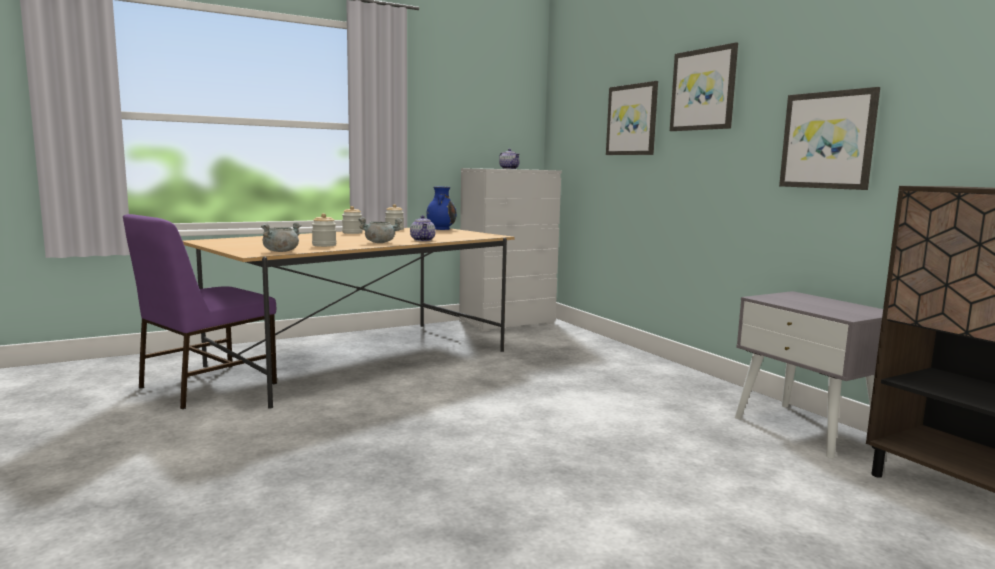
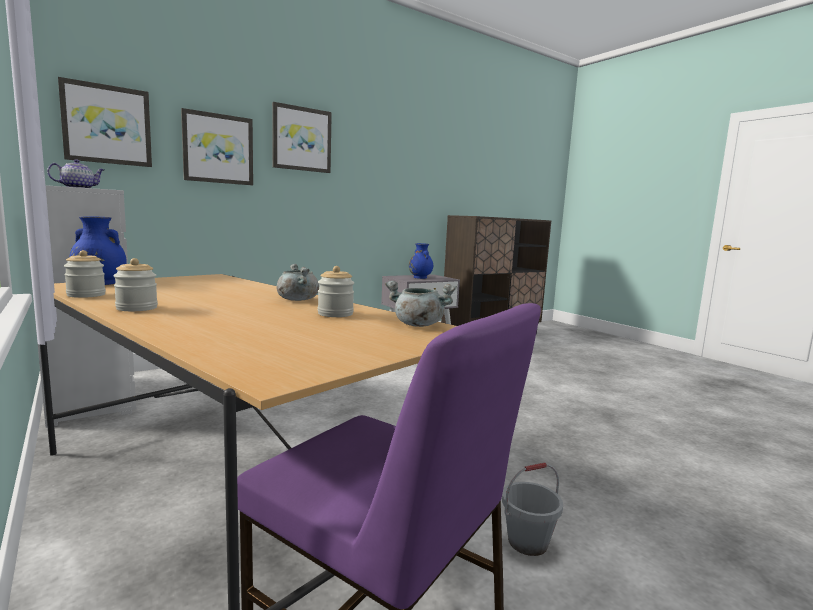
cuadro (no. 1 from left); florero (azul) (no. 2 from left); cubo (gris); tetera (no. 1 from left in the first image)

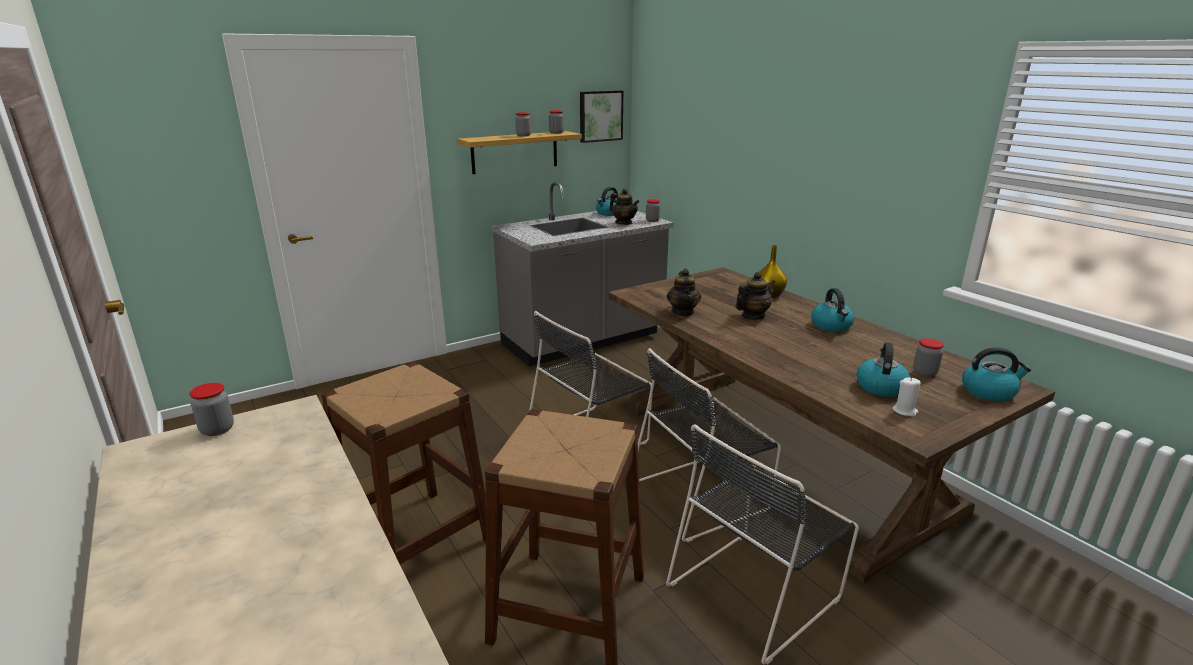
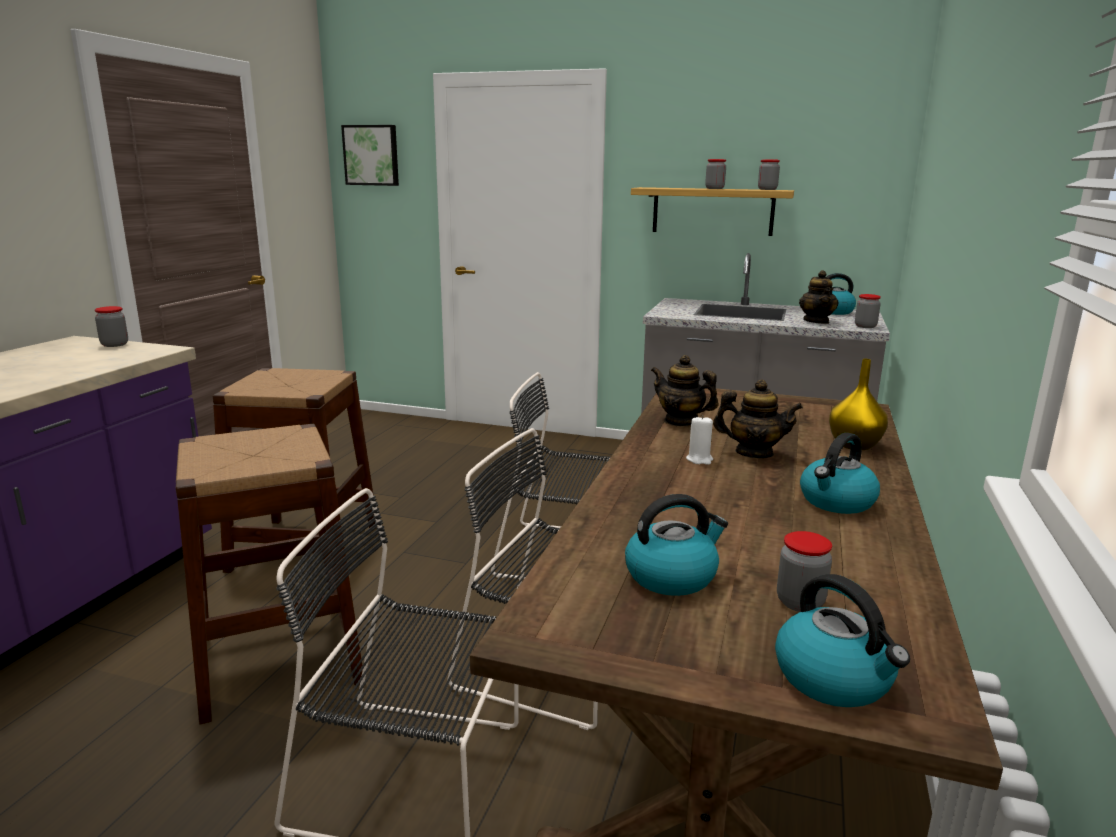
cuadro; tetera (no. 1 from left); vela (blanco)

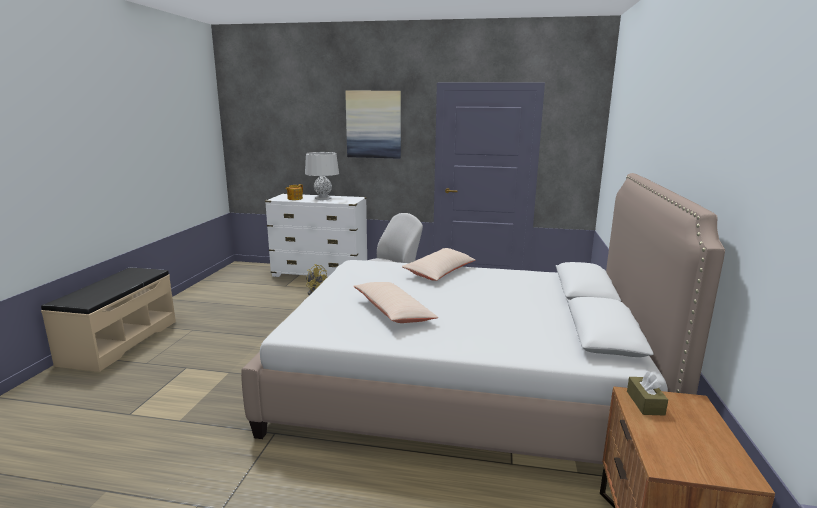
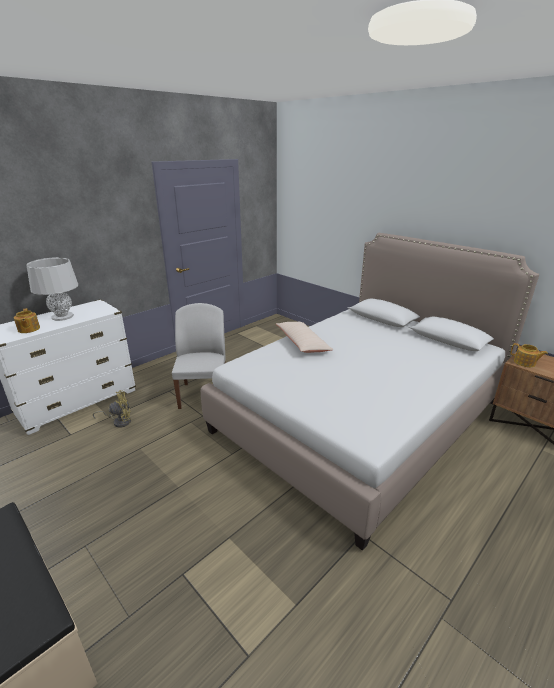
tetera (no. 2 from left); cuadro; cojín (beis) (no. 1 from left in the first image)

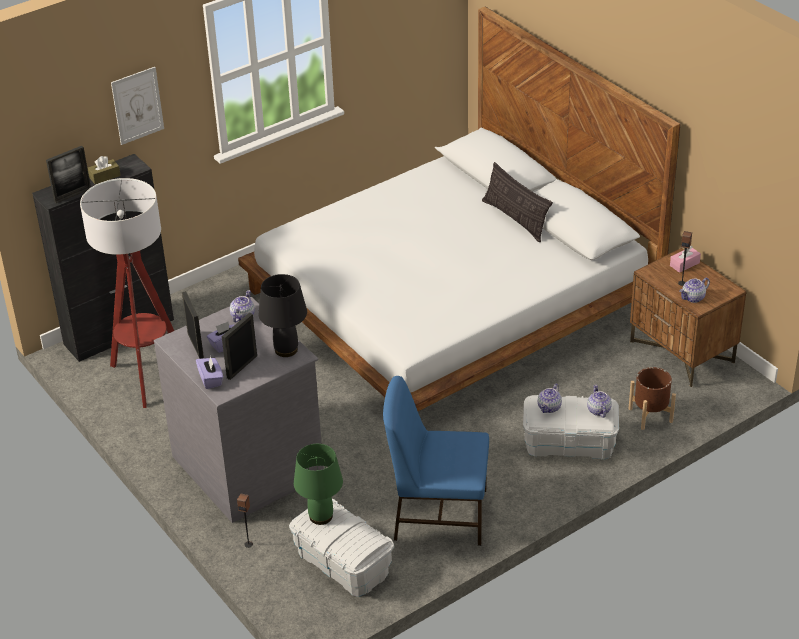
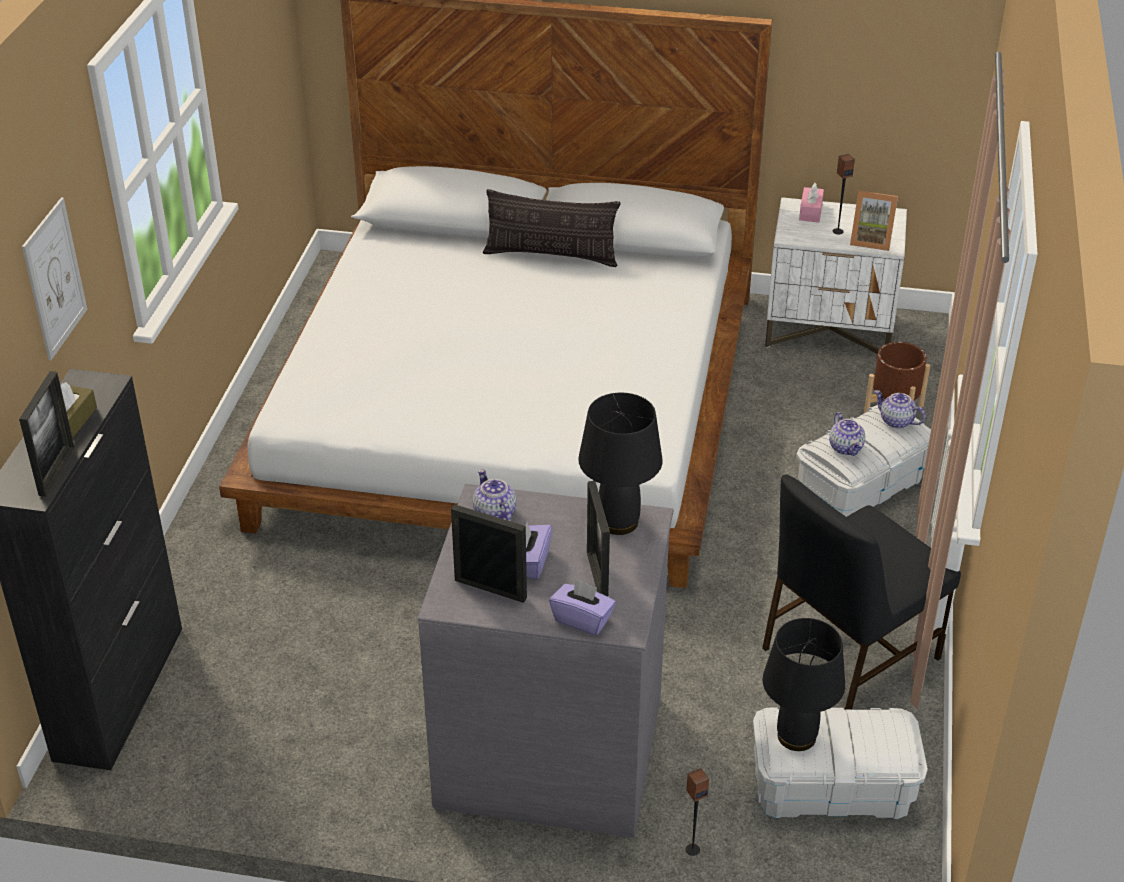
silla (negro); lámpara de mesa (negro) (no. 2 from left); mesita de noche (blanco); portarretratos (no. 4 from left); lámpara de pie

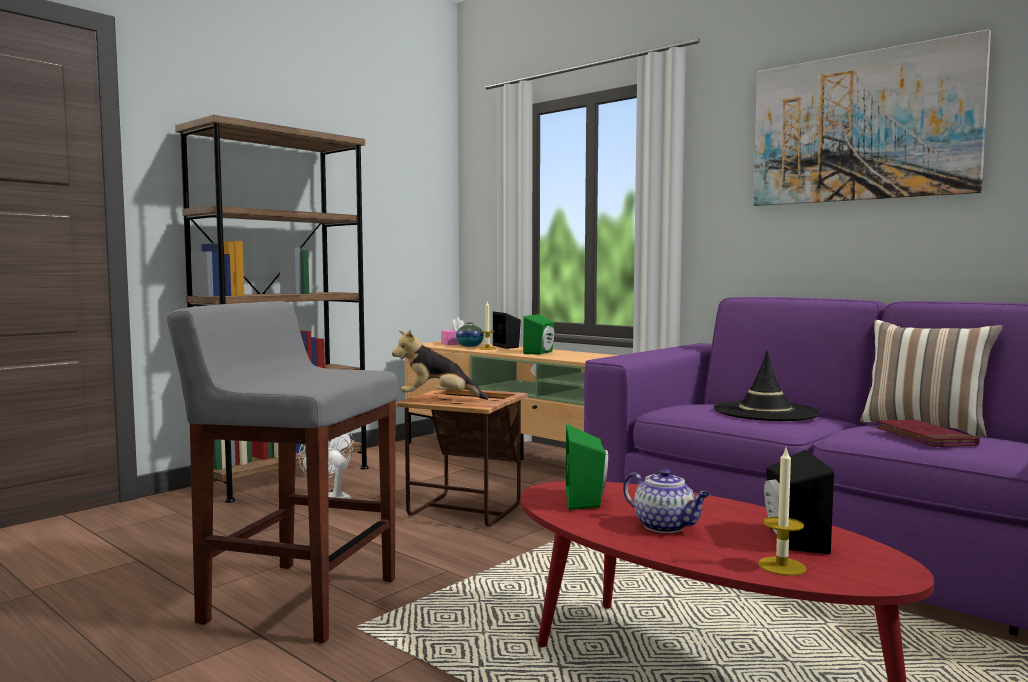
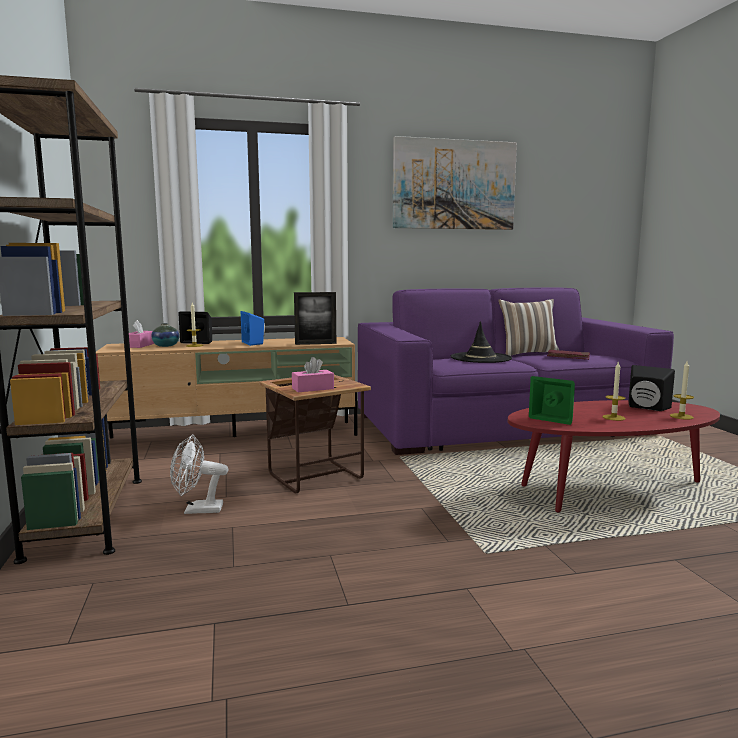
altavoz (azul); caja de pañuelos (rosa) (no. 2 from left); portarretratos; vela (no. 2 from left); taburete (gris)

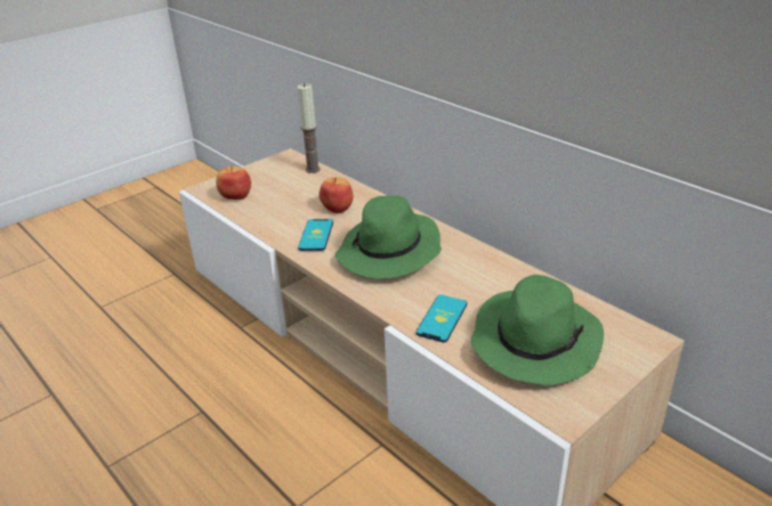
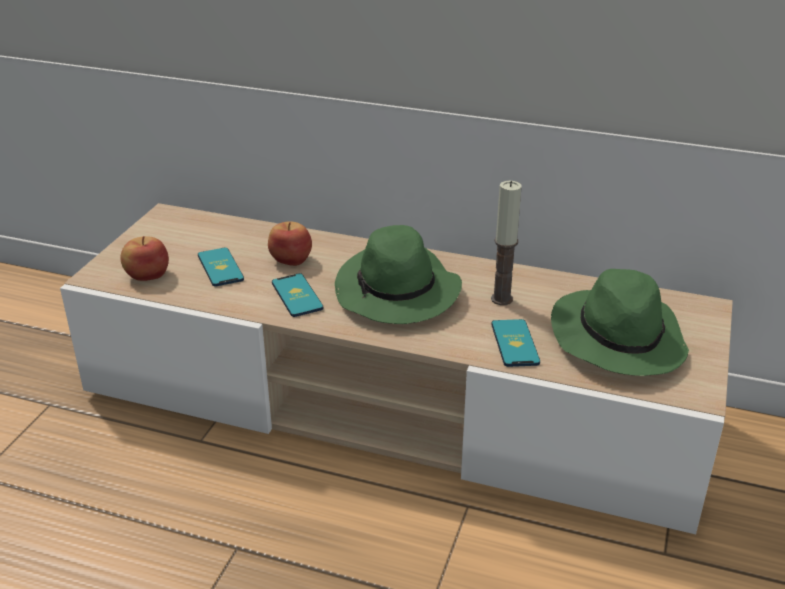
móvil (no. 1 from left); vela

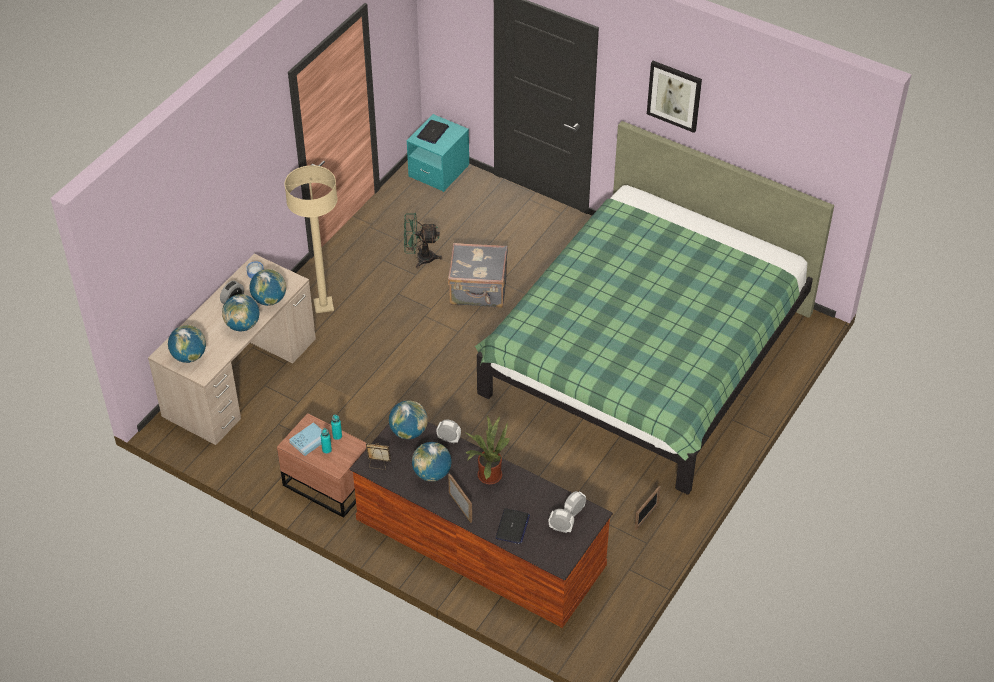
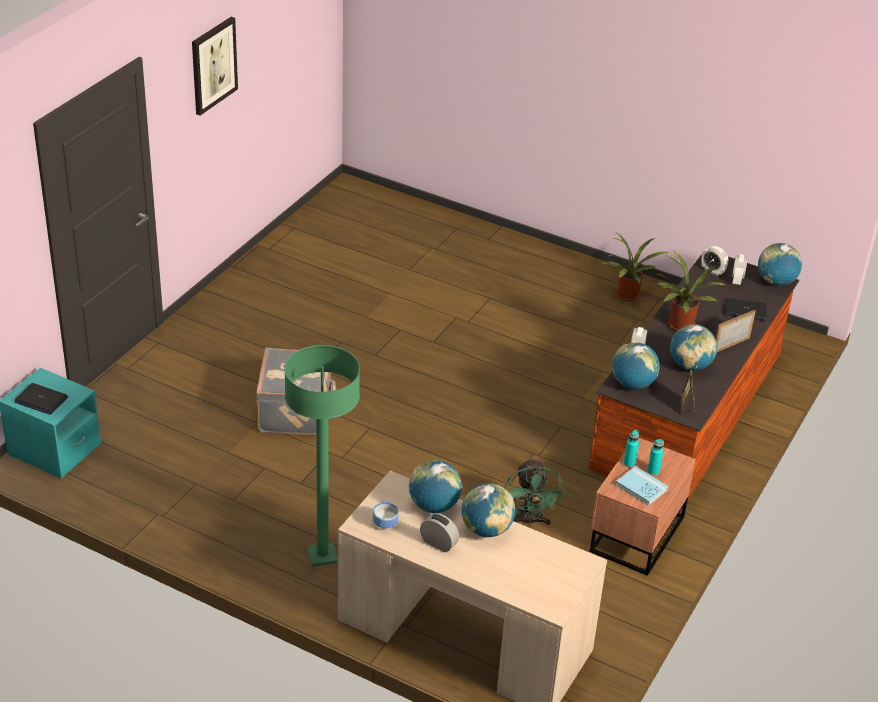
lámpara de pie (verde); ventilador (verde); planta en maceta (no. 1 from left); globo terráqueo (no. 5 from left); cama (verde)

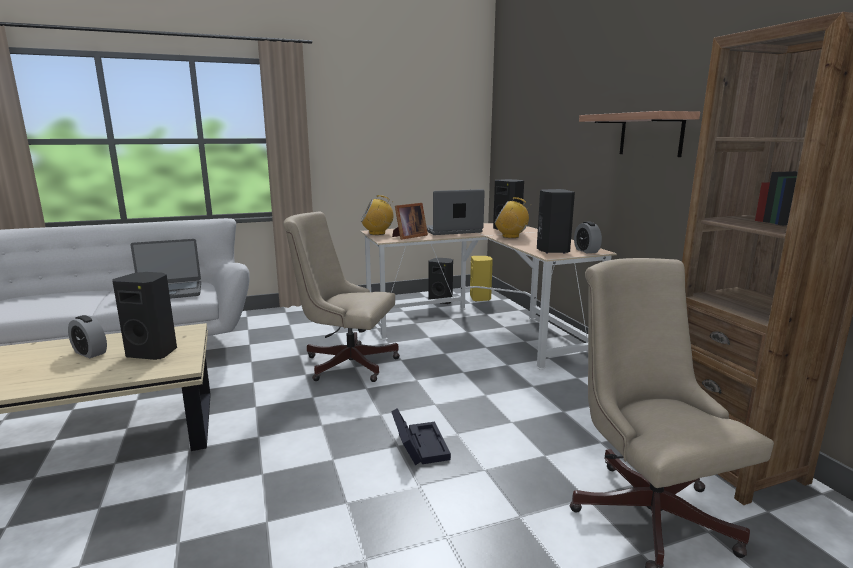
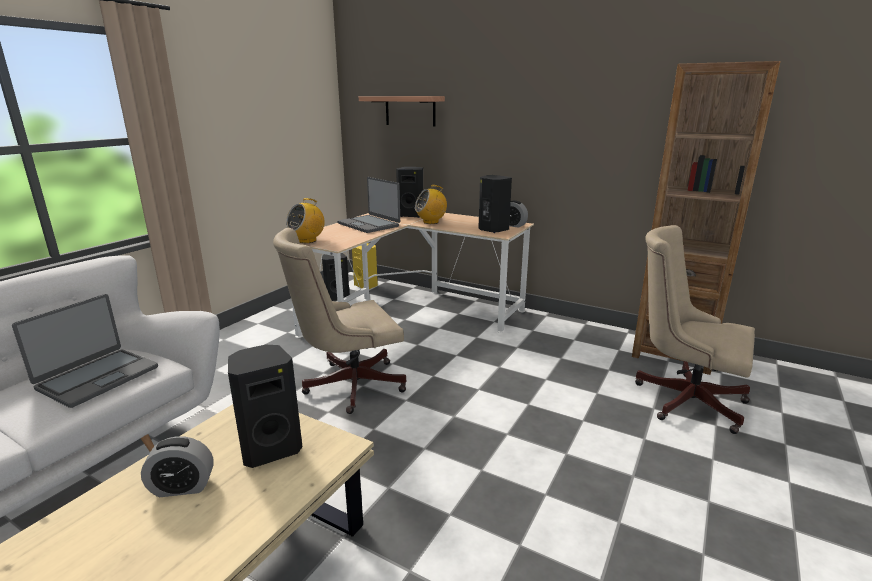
portátil (no. 2 from left); estante; caja de almacenaje (negro); portarretratos

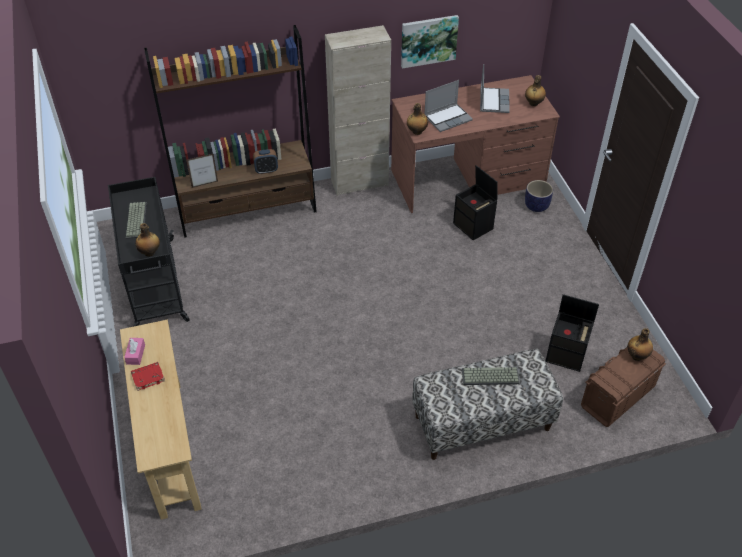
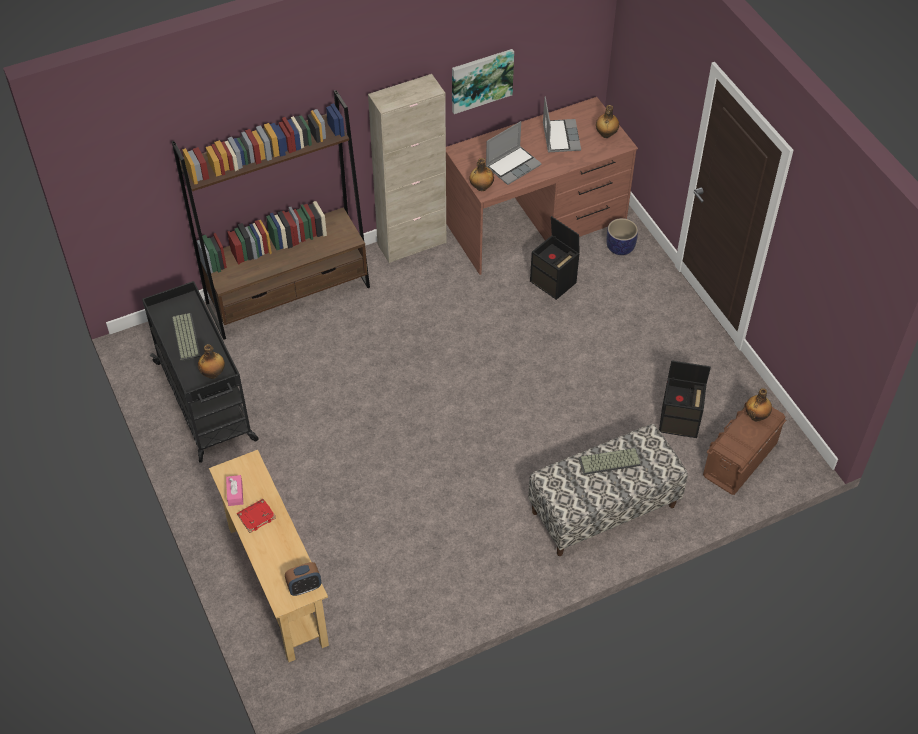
despertador; portarretratos

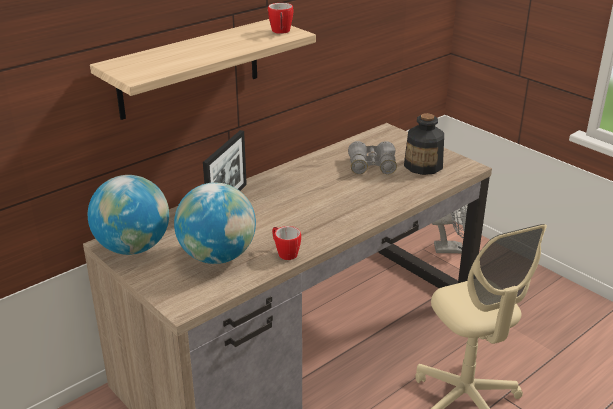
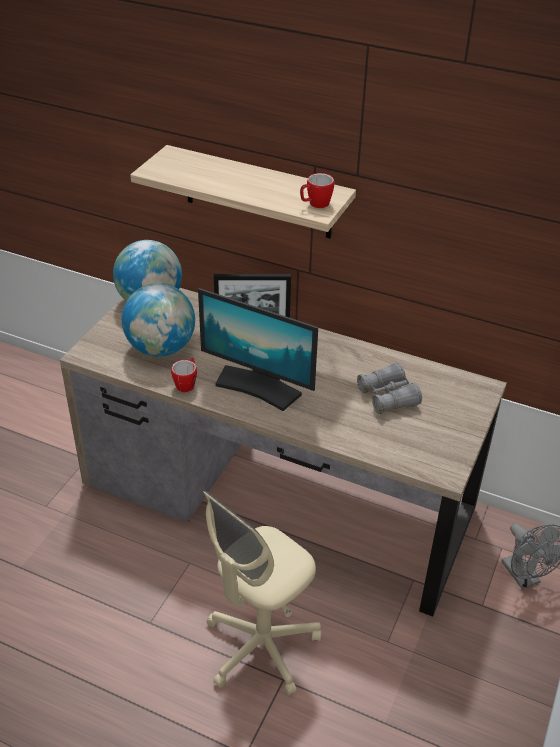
monitor; botella

